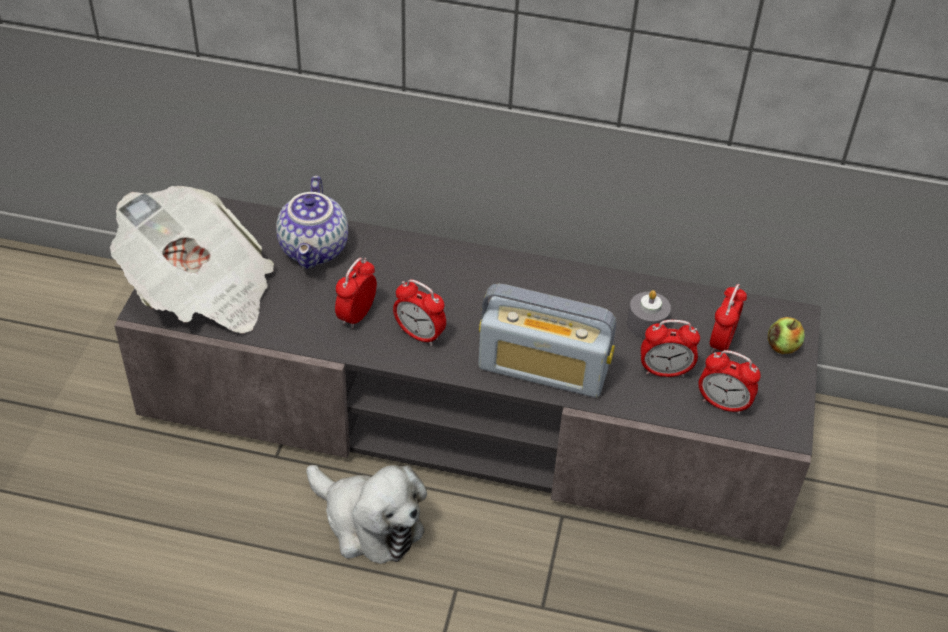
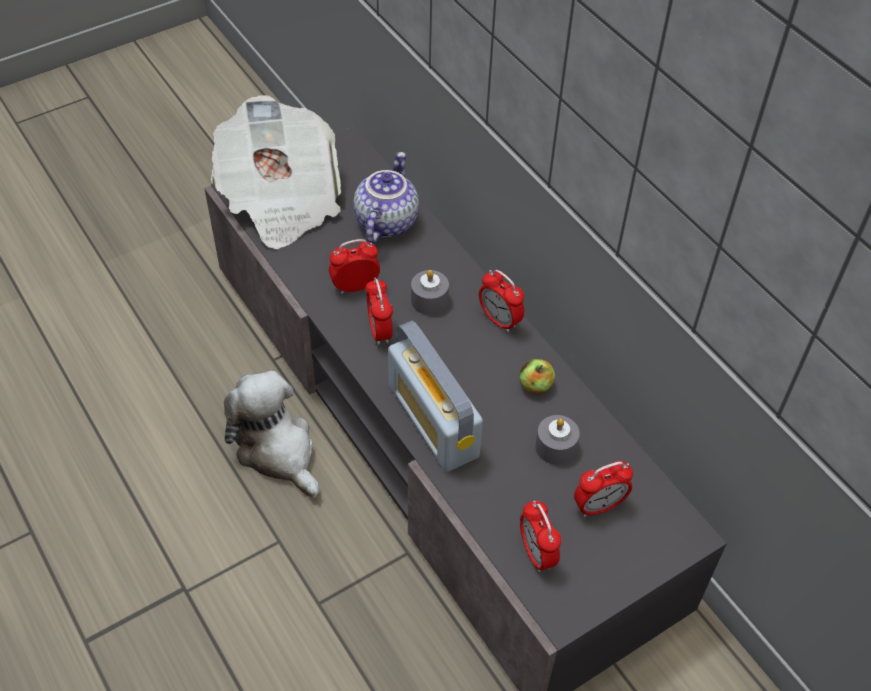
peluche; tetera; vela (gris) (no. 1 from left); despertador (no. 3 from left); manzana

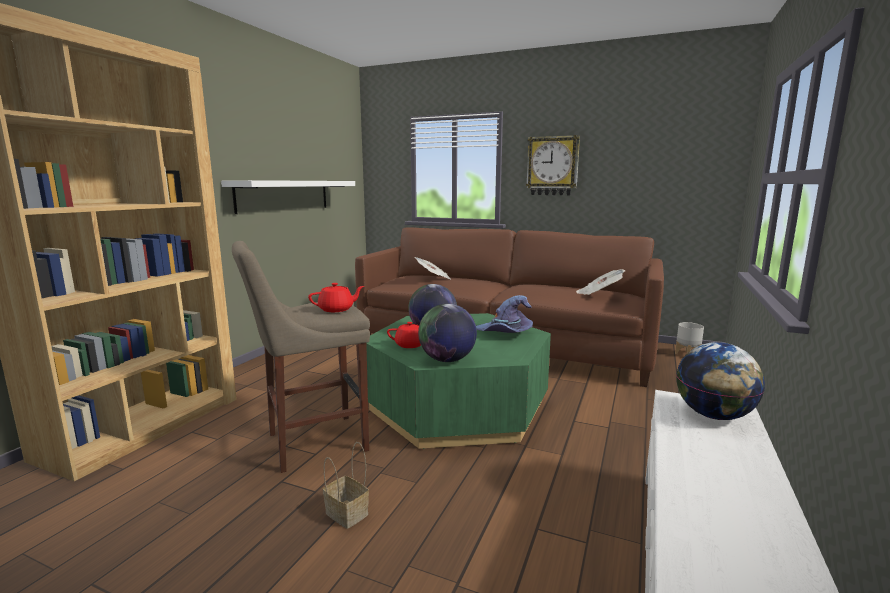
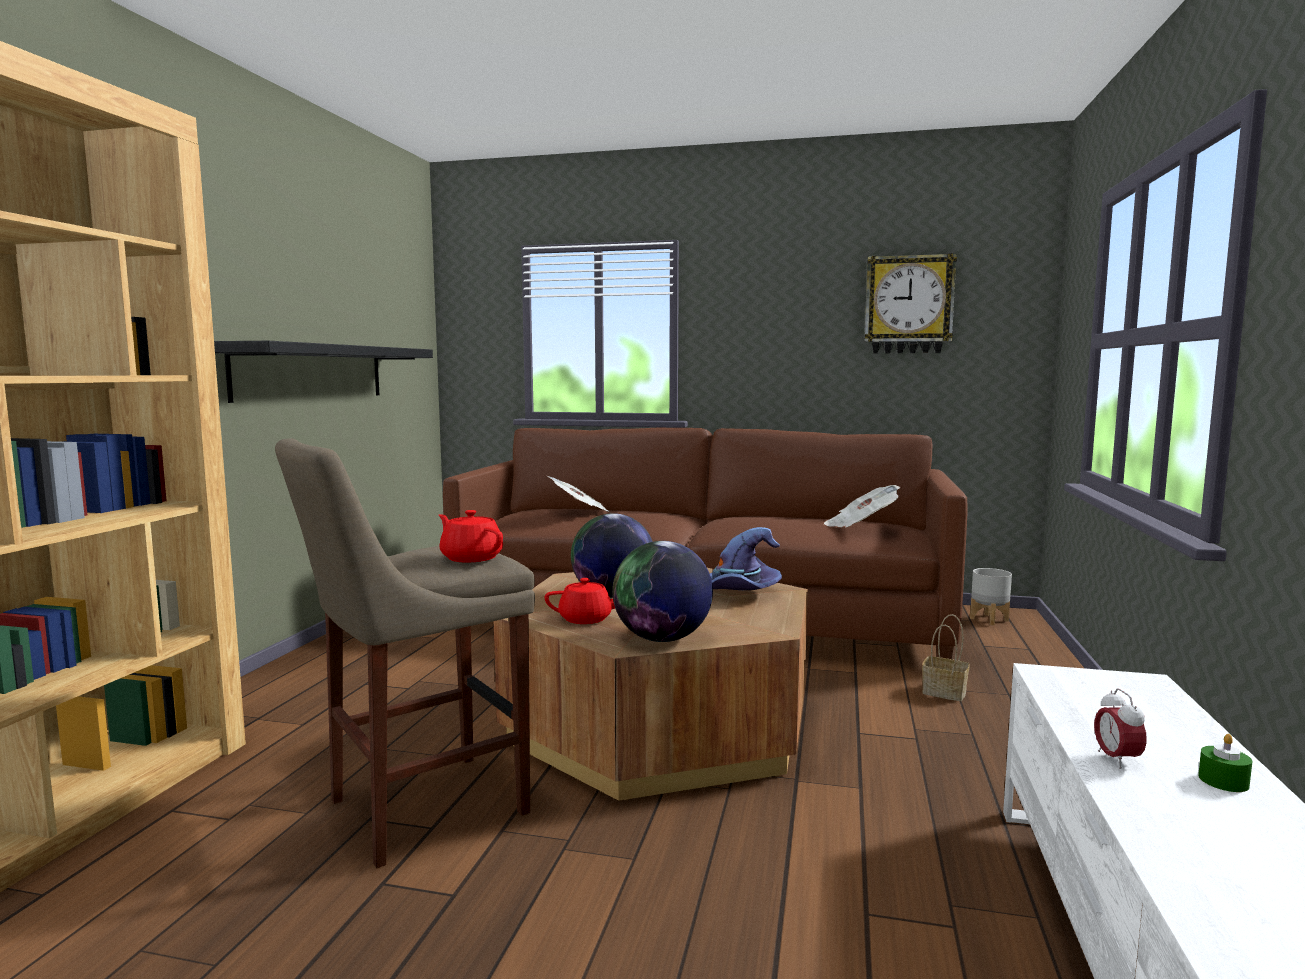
estante (negro); tetera (rojo) (no. 1 from left); mesa de centro (marrón); reloj de pared; cesta; despertador; vela (verde); globo terráqueo (no. 3 from left in the first image)

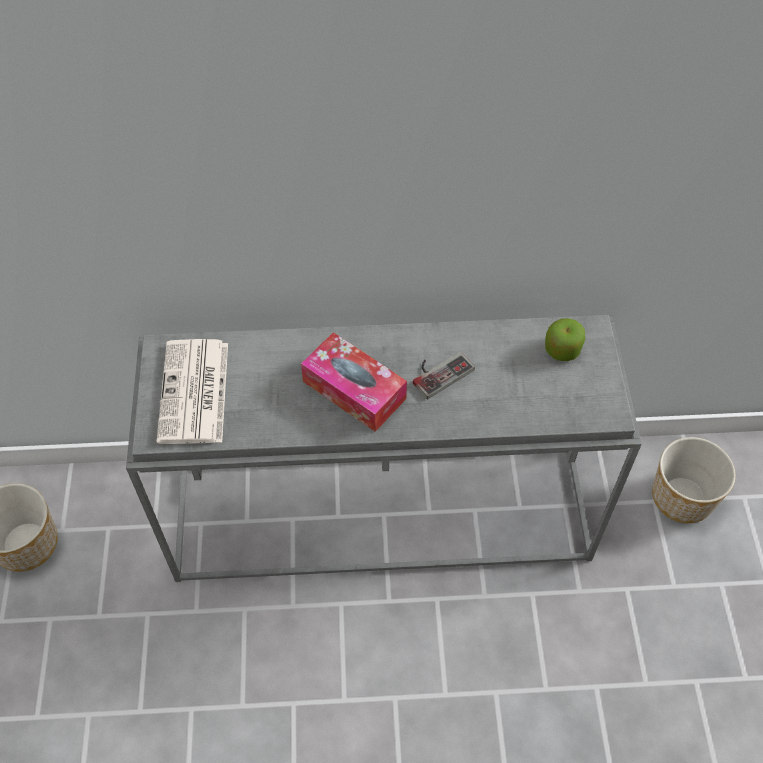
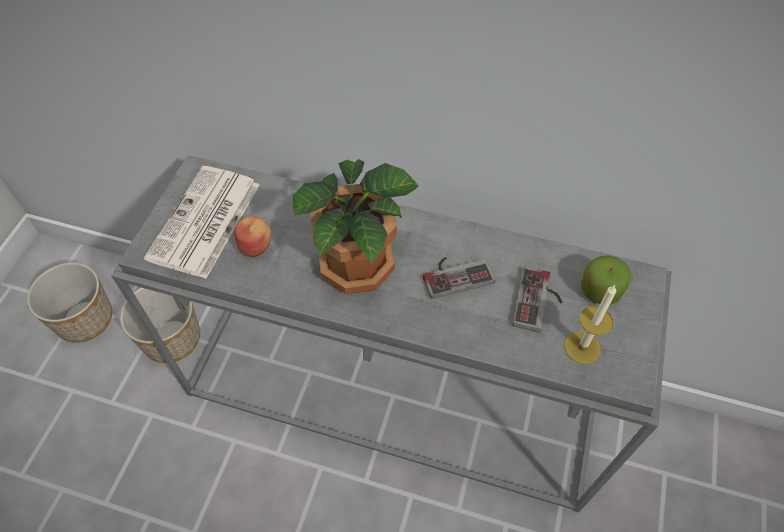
maceta (no. 2 from left); manzana (no. 1 from left); planta en maceta; mando de consola (no. 2 from left); vela

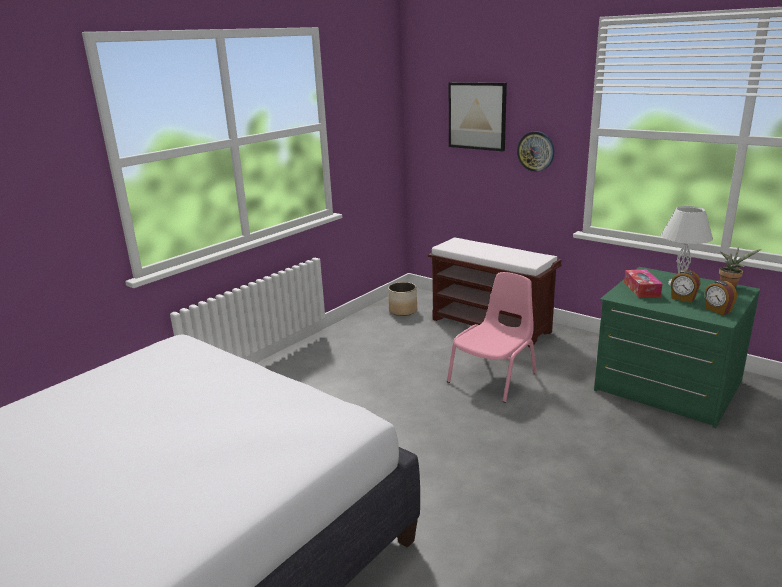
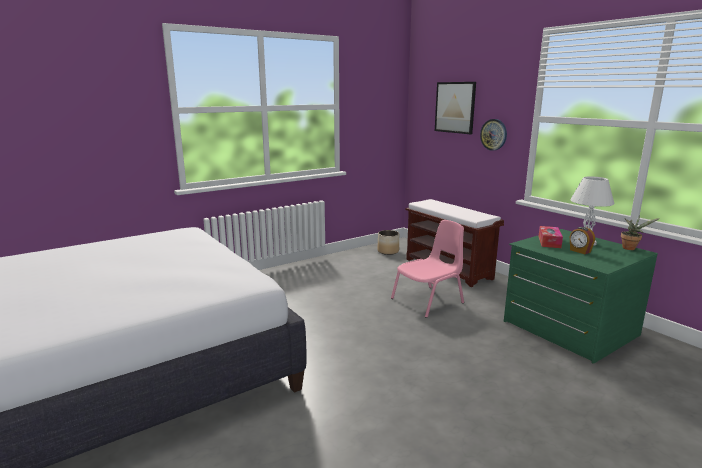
despertador (no. 2 from left in the first image)

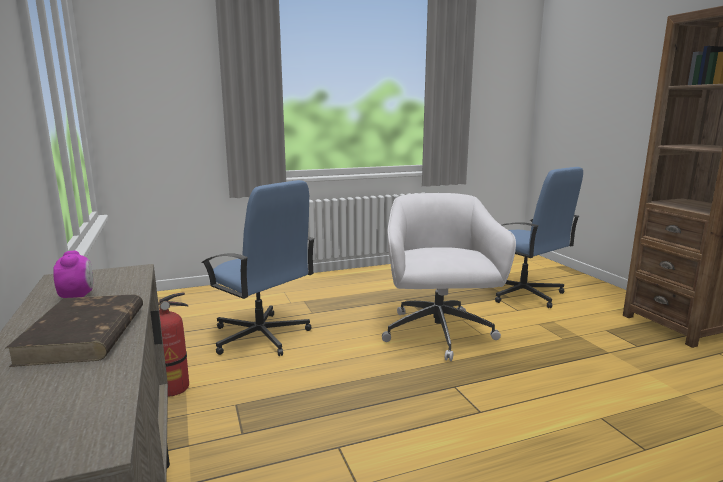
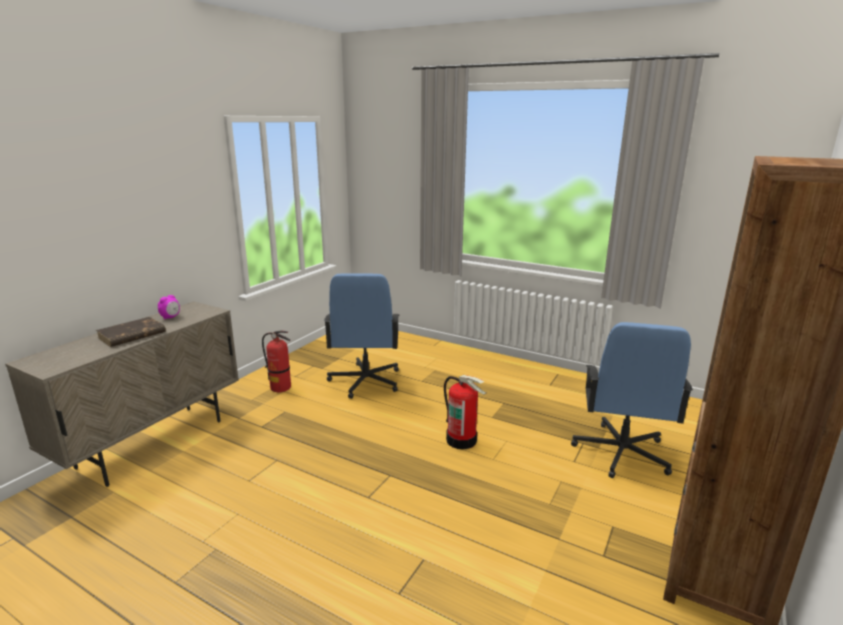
extintor (no. 2 from left)

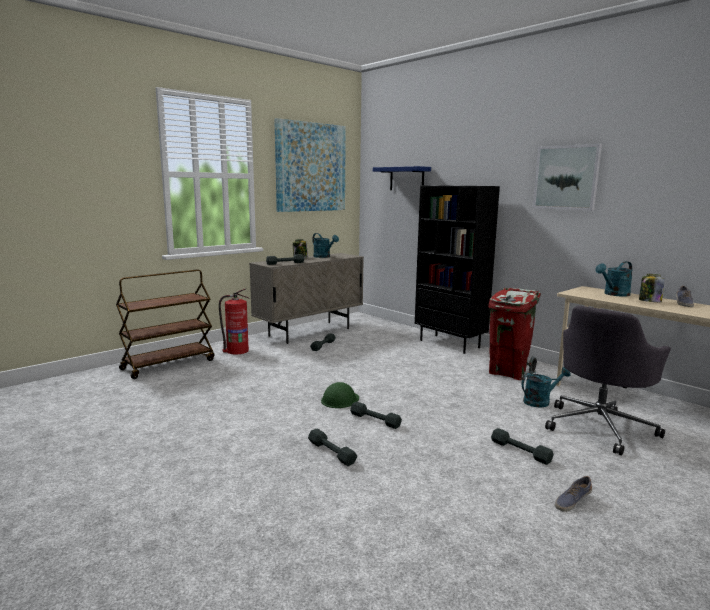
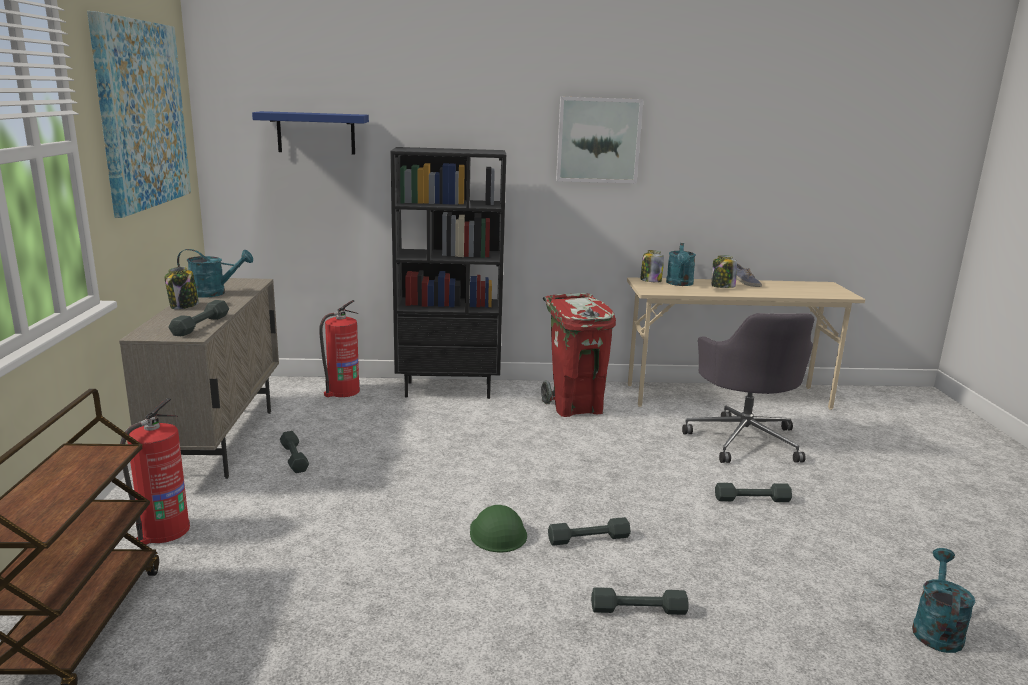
extintor (no. 2 from left); tarro (no. 2 from left); regadera (turquesa) (no. 3 from left); zapato (no. 1 from left in the first image)

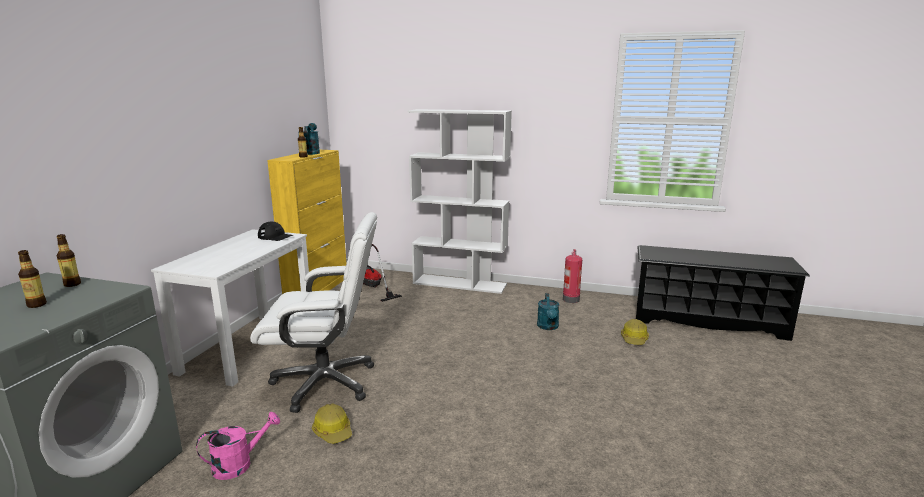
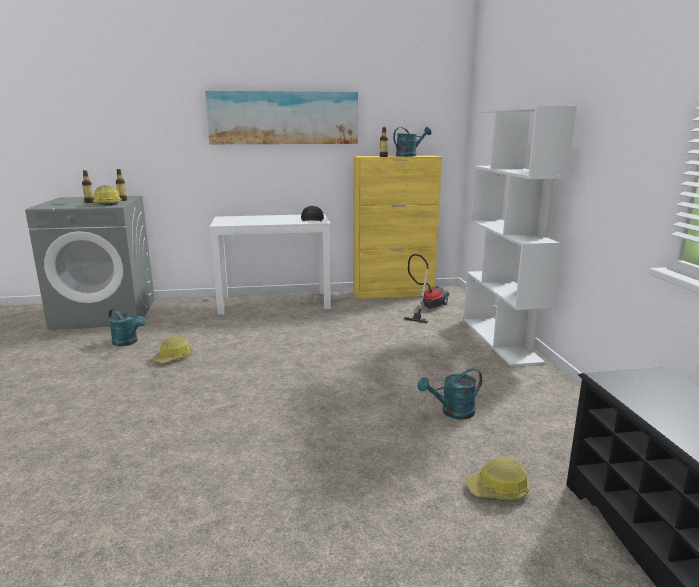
casco (no. 1 from left); regadera (turquesa) (no. 1 from left); cuadro; silla de oficina (blanco); extintor

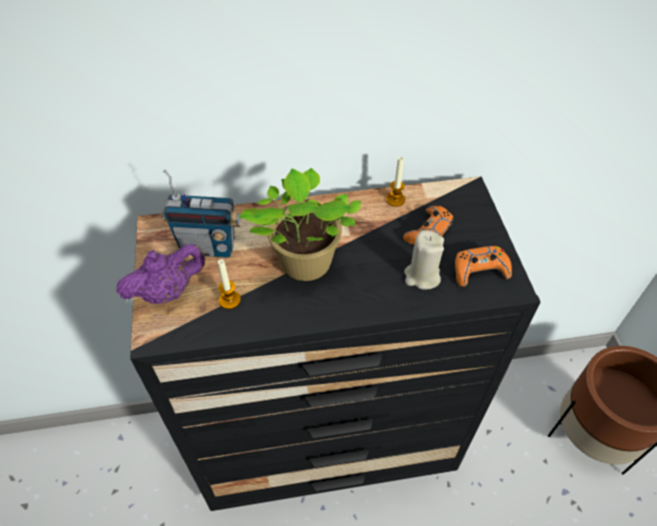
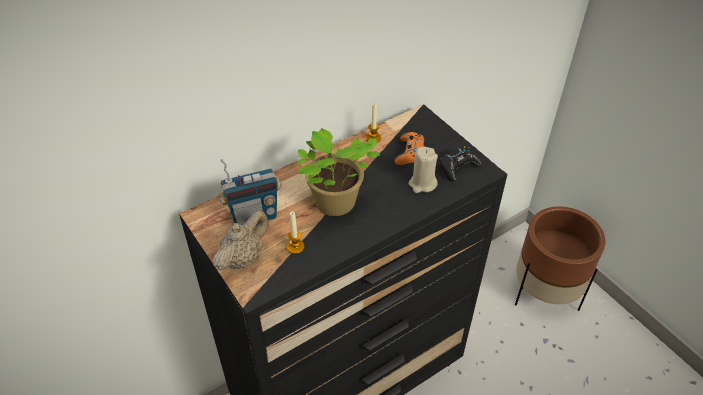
tetera (beis); mando de consola (negro)

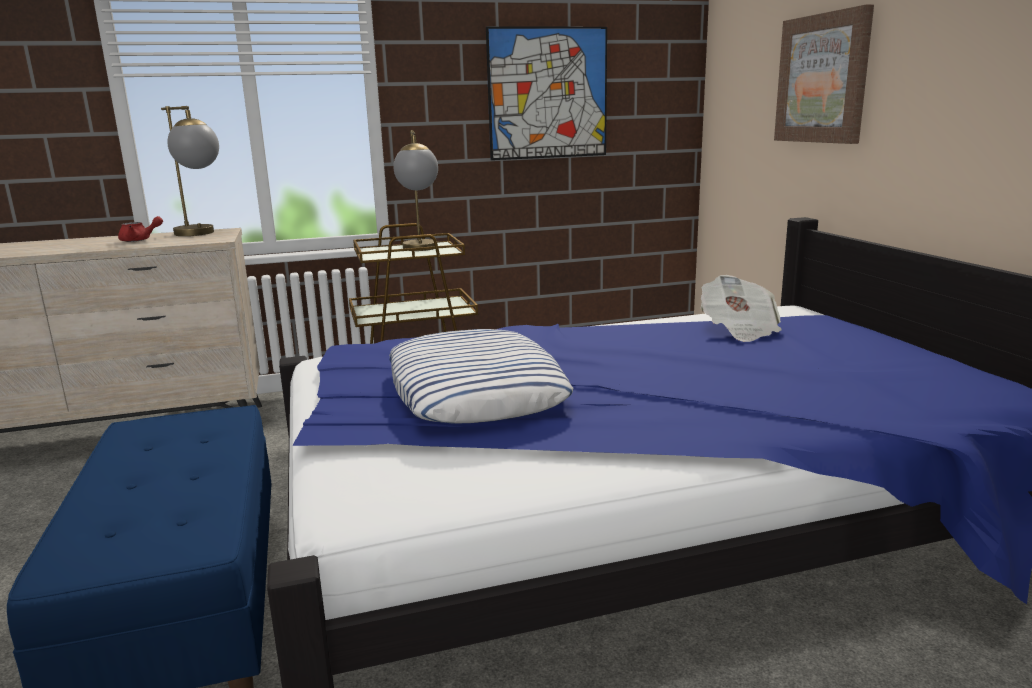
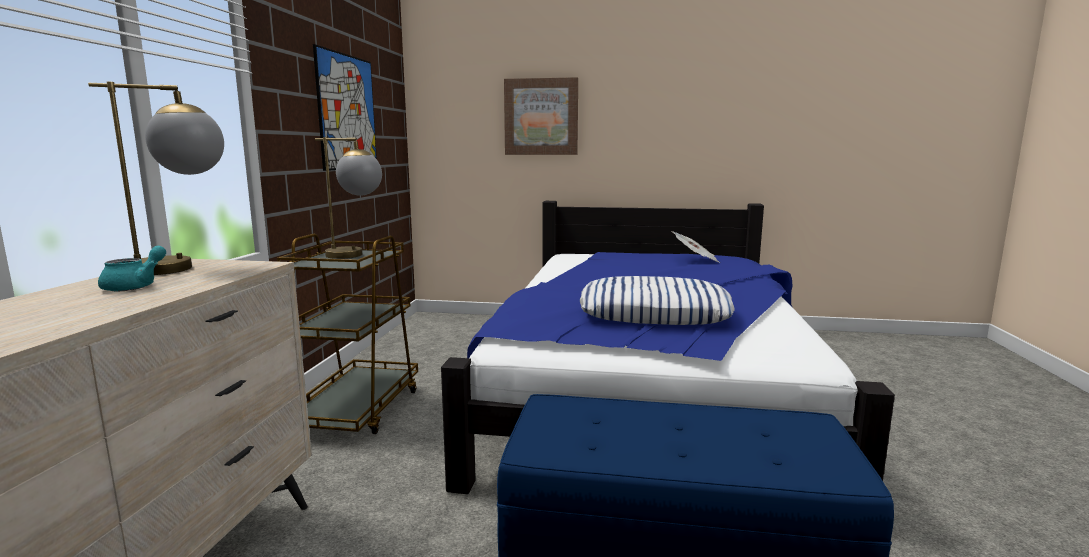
tetera (turquesa); periódico

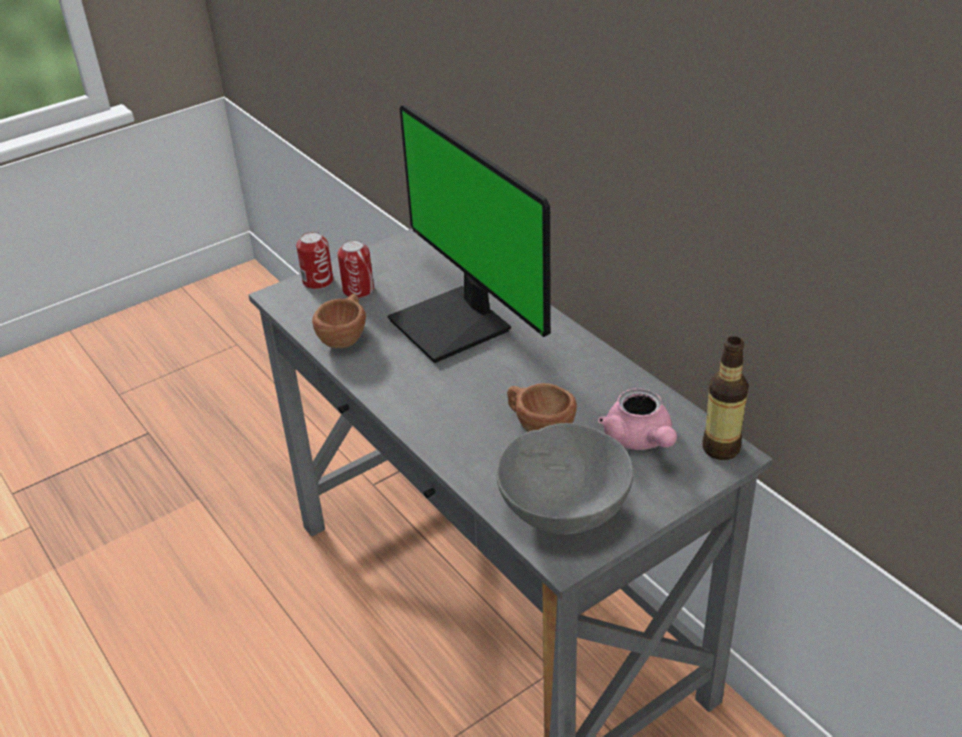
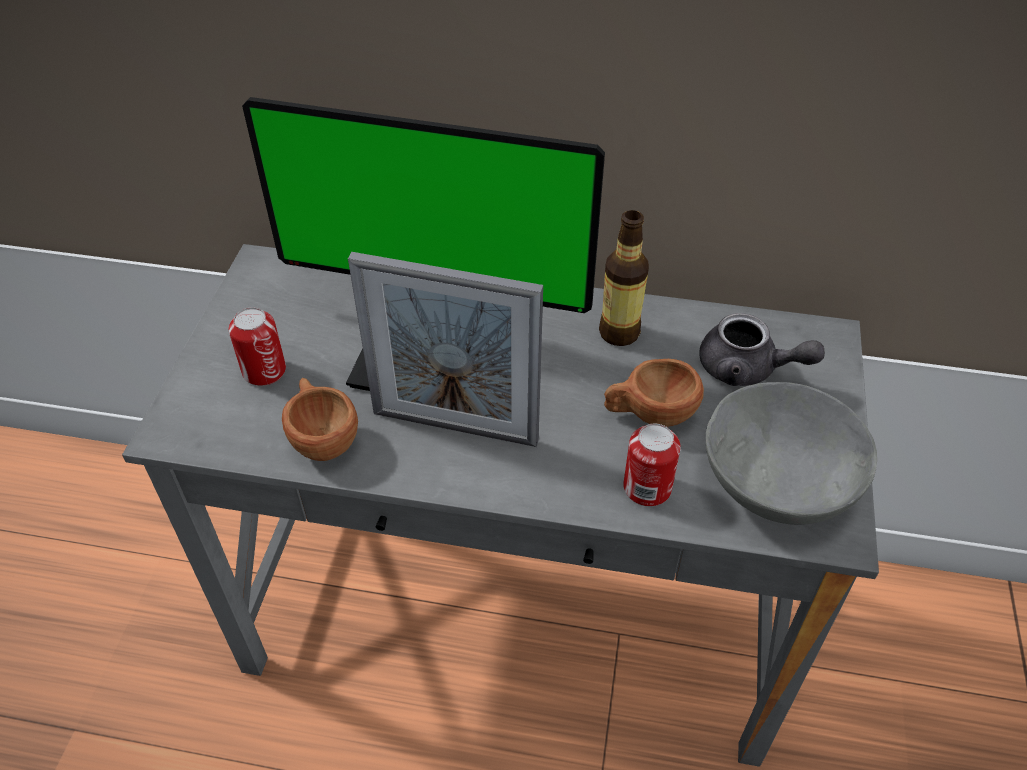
portarretratos; botella; lata (no. 2 from left); tetera (gris)

